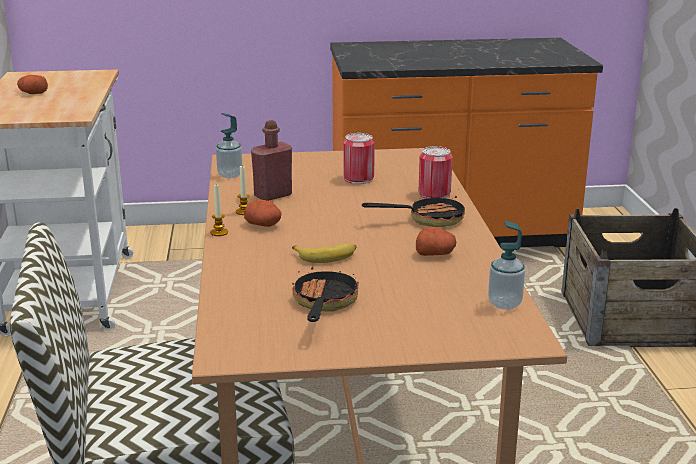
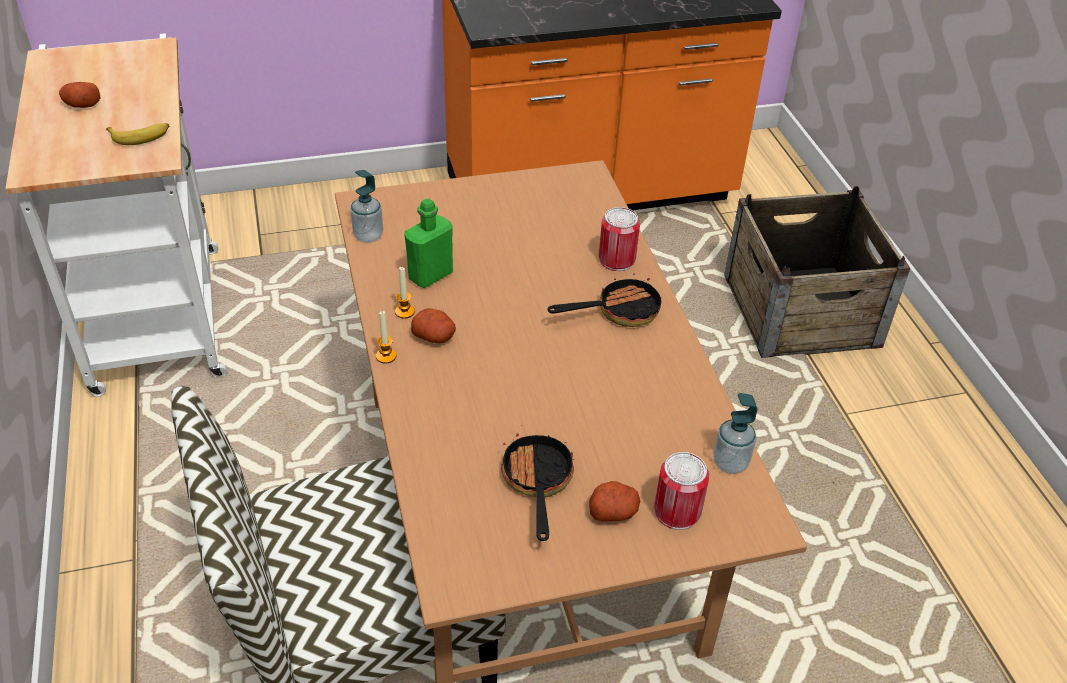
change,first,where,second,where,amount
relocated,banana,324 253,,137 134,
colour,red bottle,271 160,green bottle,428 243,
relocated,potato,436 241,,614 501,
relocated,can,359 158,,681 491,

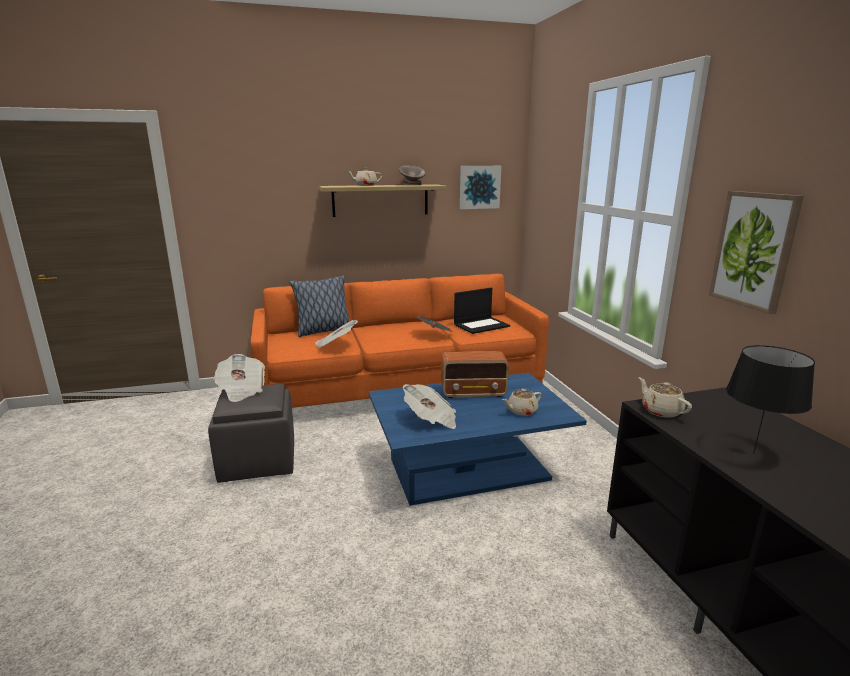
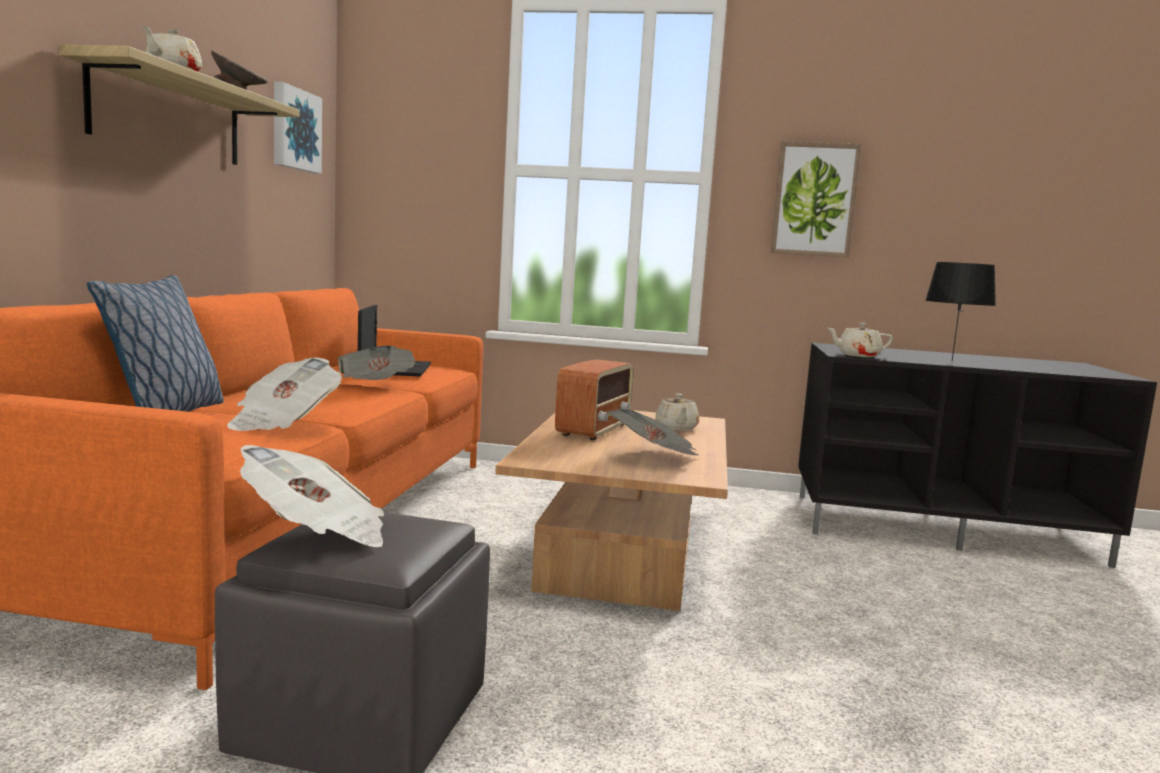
change,first,where,second,where,amount
colour,blue coffee table,478 439,brown coffee table,611 510,

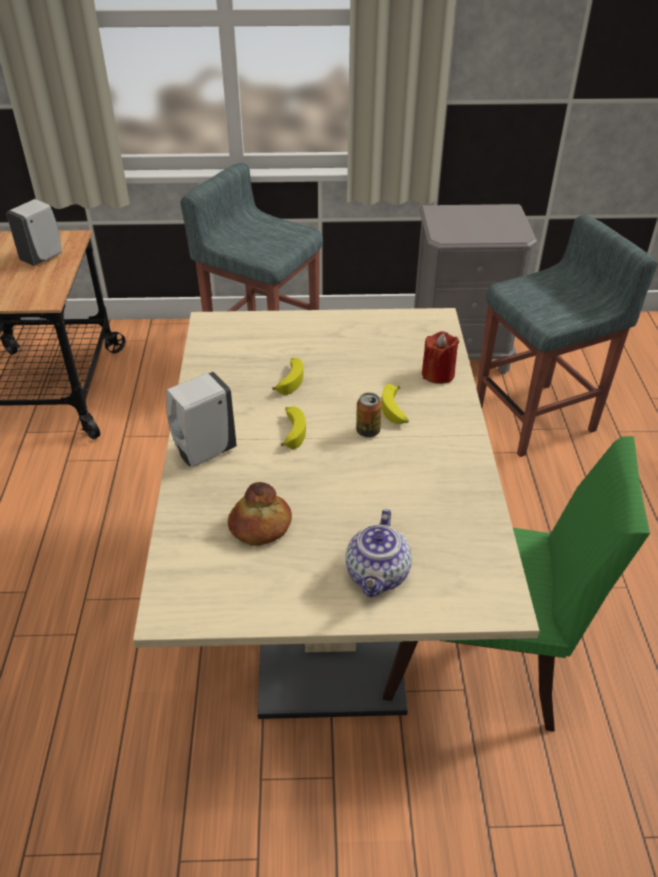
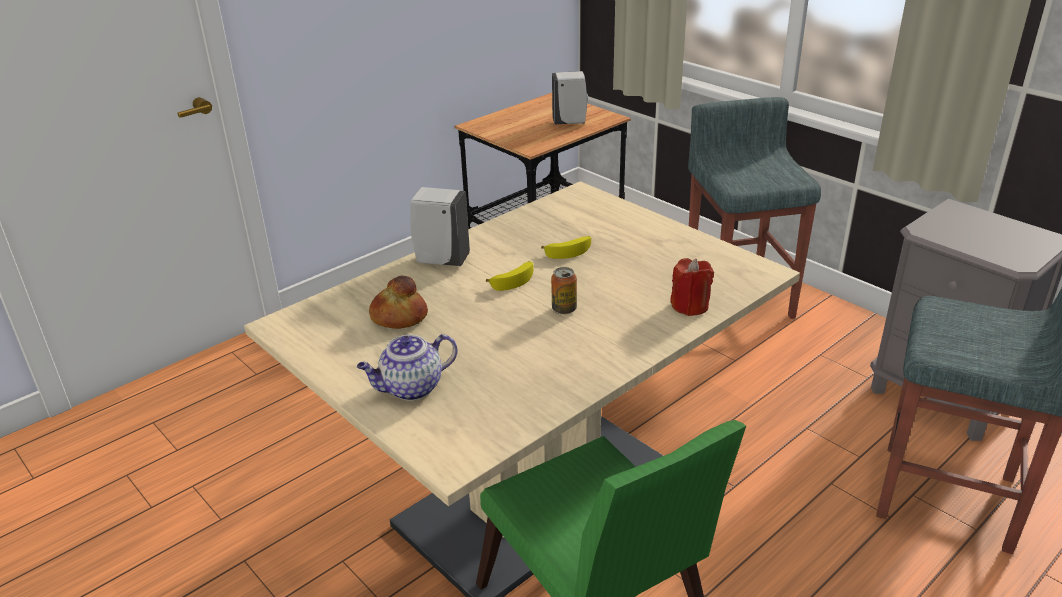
change,first,where,second,where,amount
missing,banana,395 404,,,

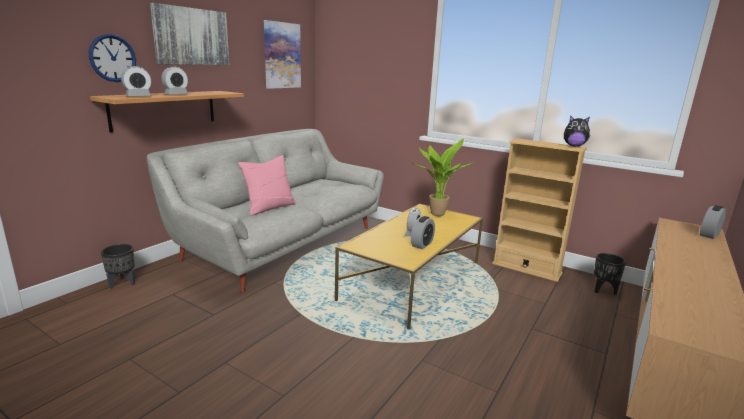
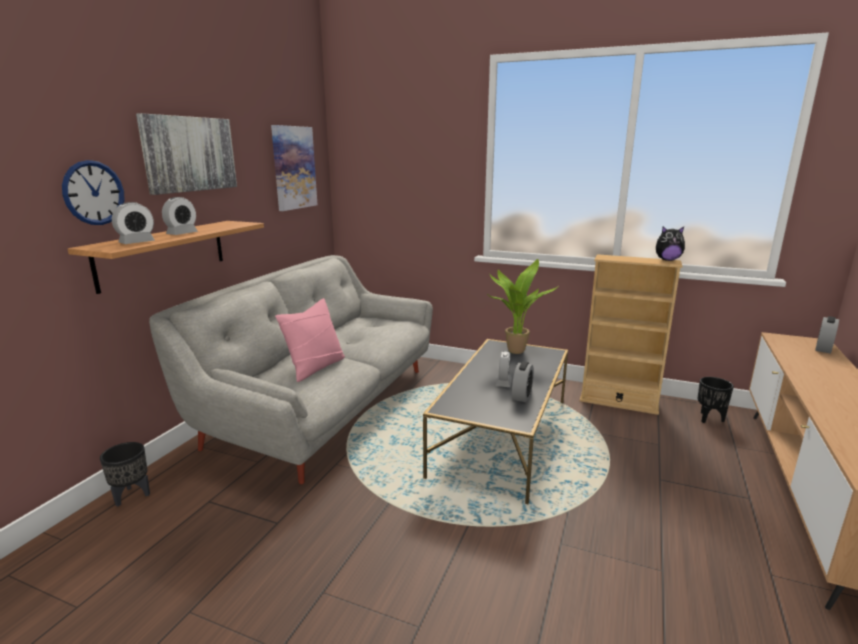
change,first,where,second,where,amount
colour,yellow coffee table,409 267,black coffee table,495 421,

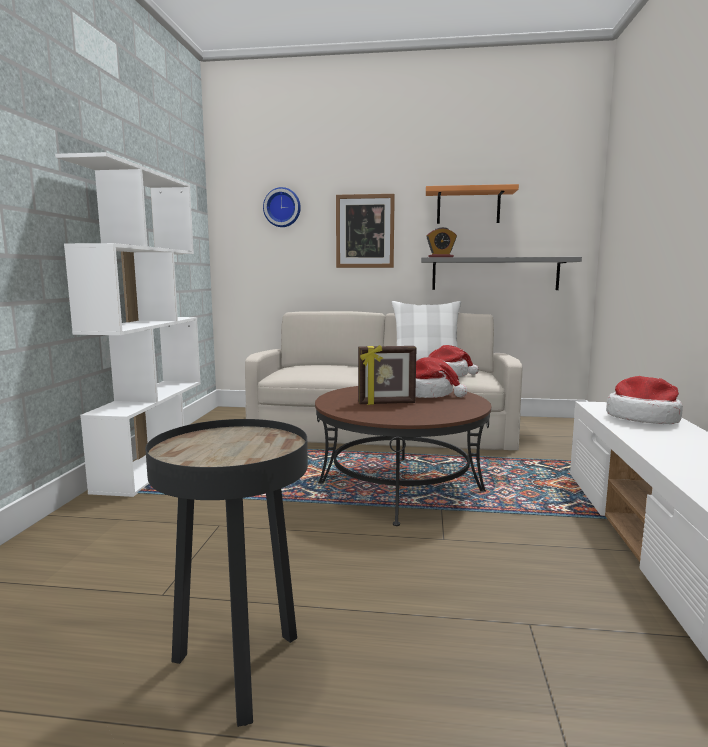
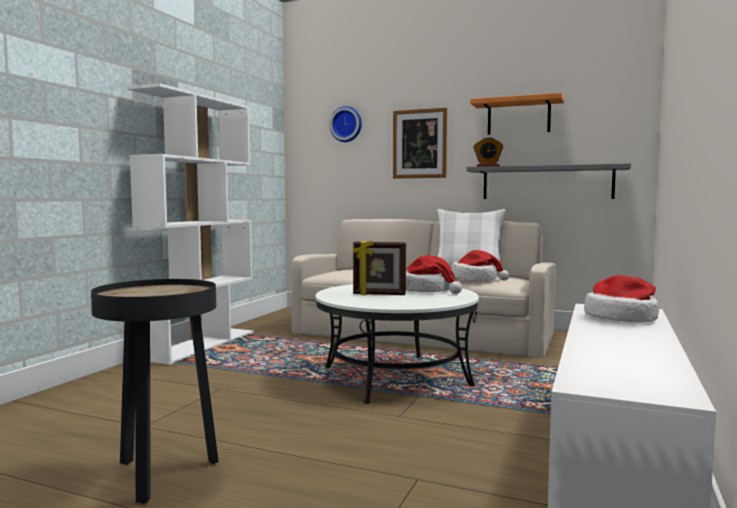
change,first,where,second,where,amount
colour,brown coffee table,403 456,white coffee table,397 343,

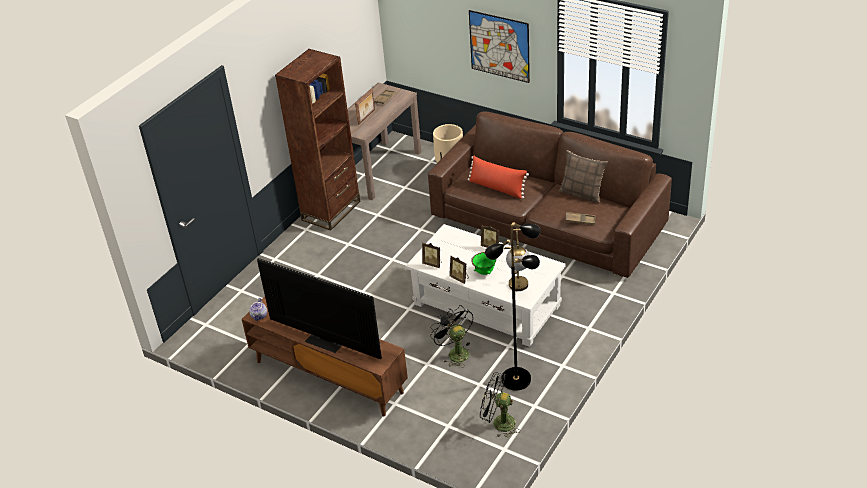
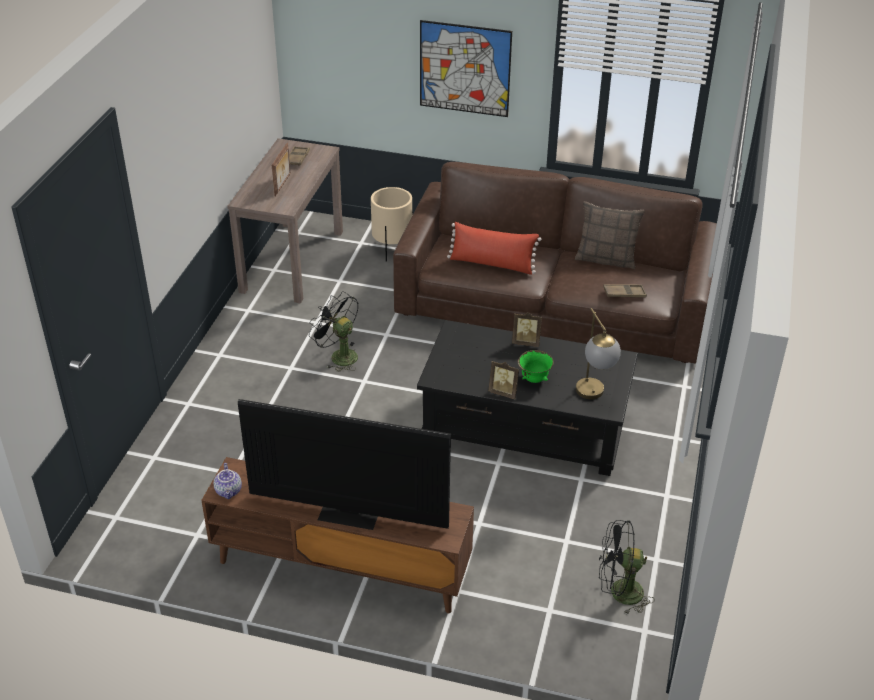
change,first,where,second,where,amount
relocated,black fan,451 336,,333 332,
colour,white coffee table,485 285,black coffee table,527 398,
missing,brown bookcase,317 140,,,
missing,picture frame,432 255,,,
missing,black floor lamp,513 306,,,

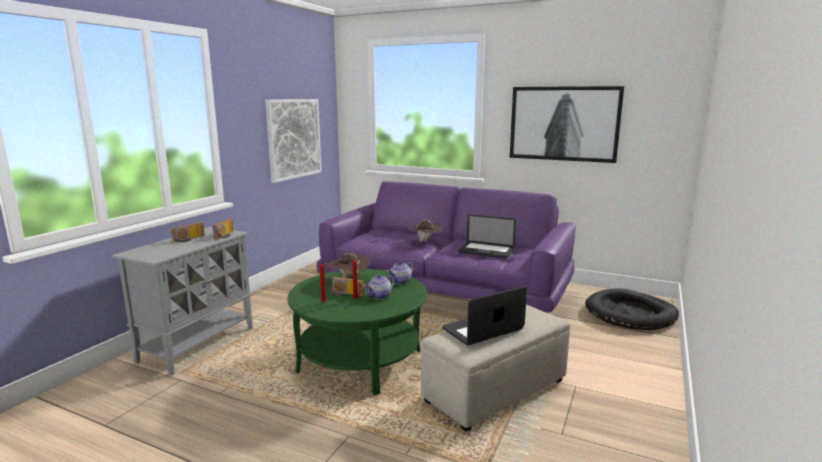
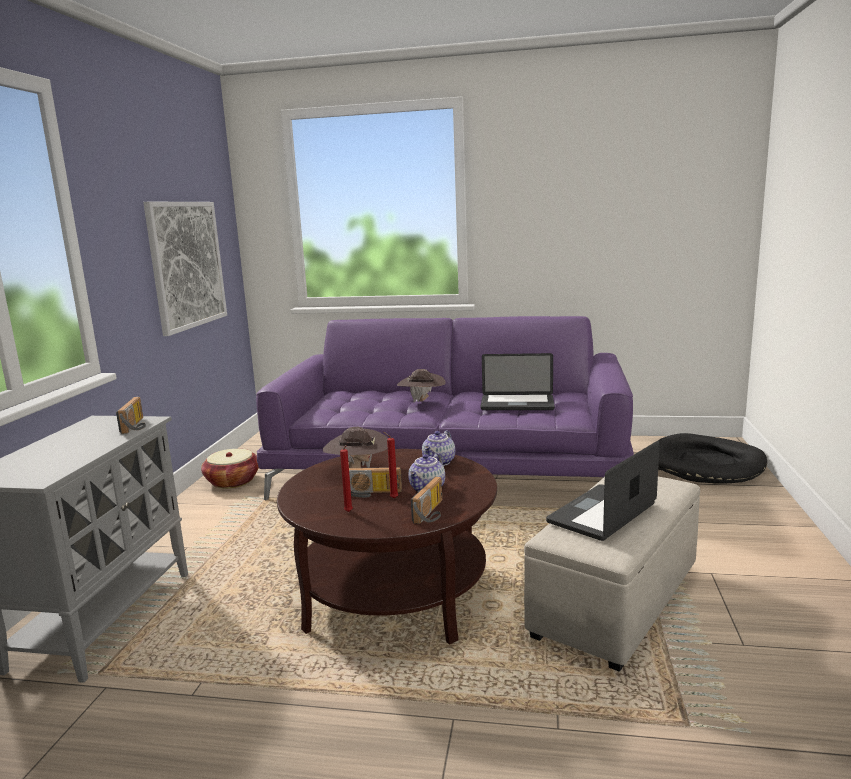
change,first,where,second,where,amount
appeared,,,basket,230 469,
colour,green coffee table,357 332,brown coffee table,387 546,
relocated,radio,188 232,,426 500,
missing,picture,567 124,,,

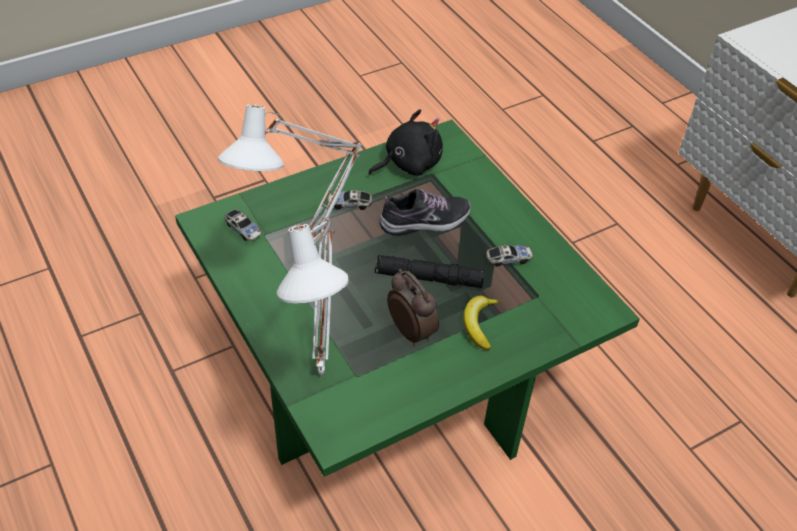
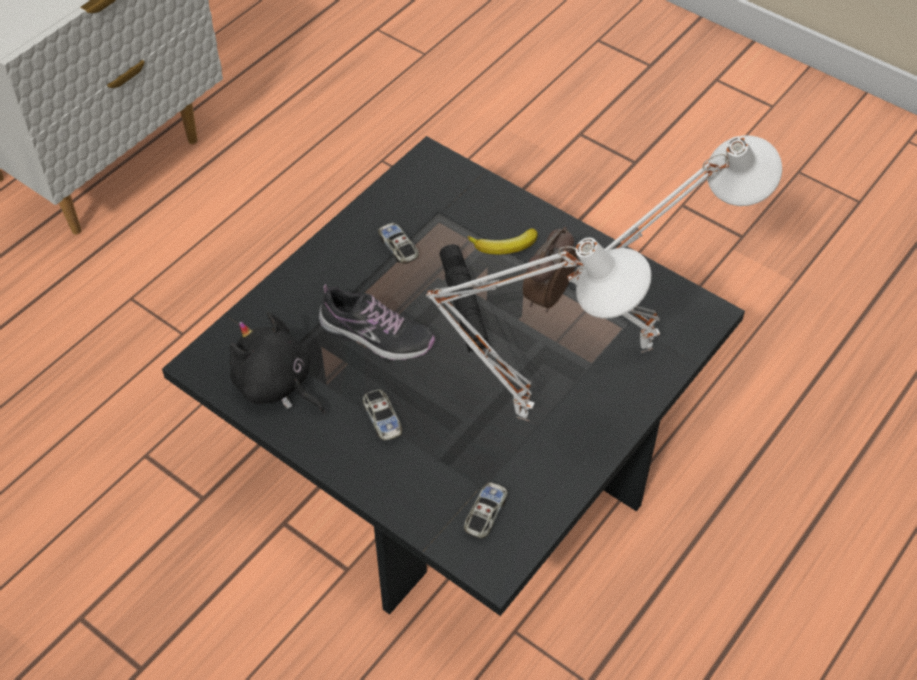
change,first,where,second,where,amount
colour,green coffee table,407 298,black coffee table,453 376,
spun,shoe,425 212,,377 322,150 degrees clockwise

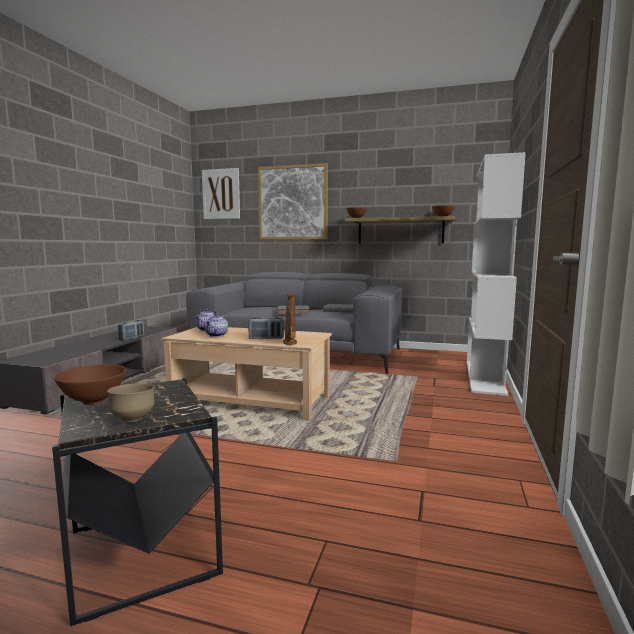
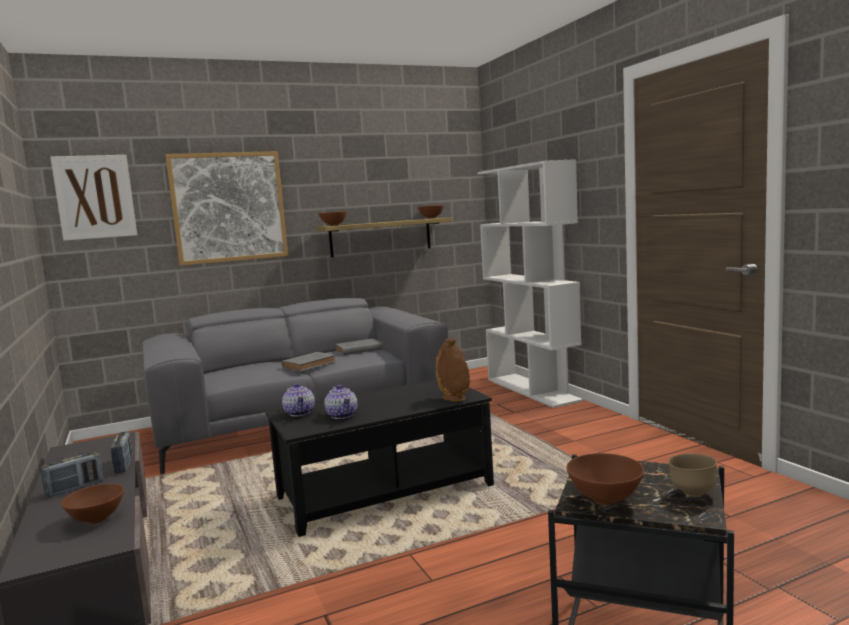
change,first,where,second,where,amount
relocated,radio,266 327,,72 474,
appeared,,,brown bowl,92 504,
colour,beige coffee table,247 374,black coffee table,379 458,

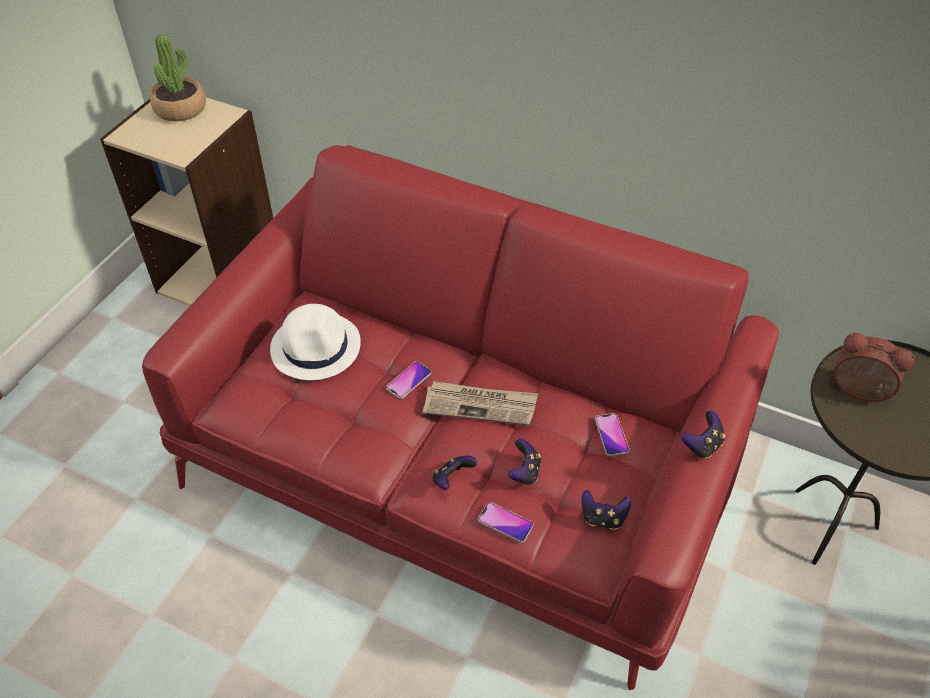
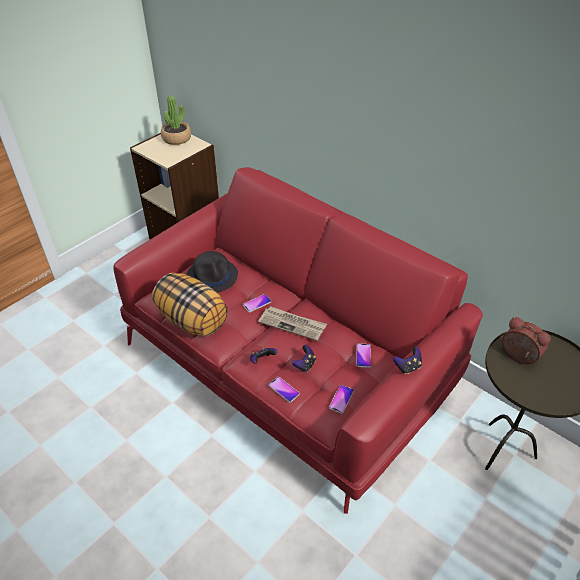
change,first,where,second,where,amount
appeared,,,pillow,190 304,
colour,white hat,315 342,black hat,212 272,
exchanged,game controller,606 510,phone,341 399,

